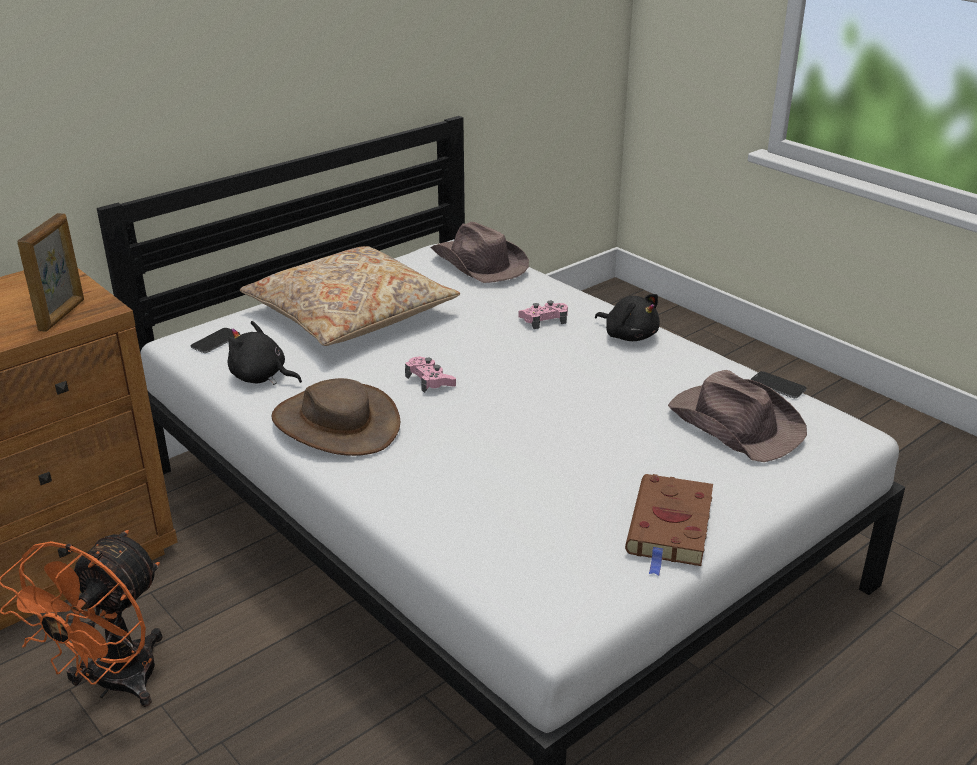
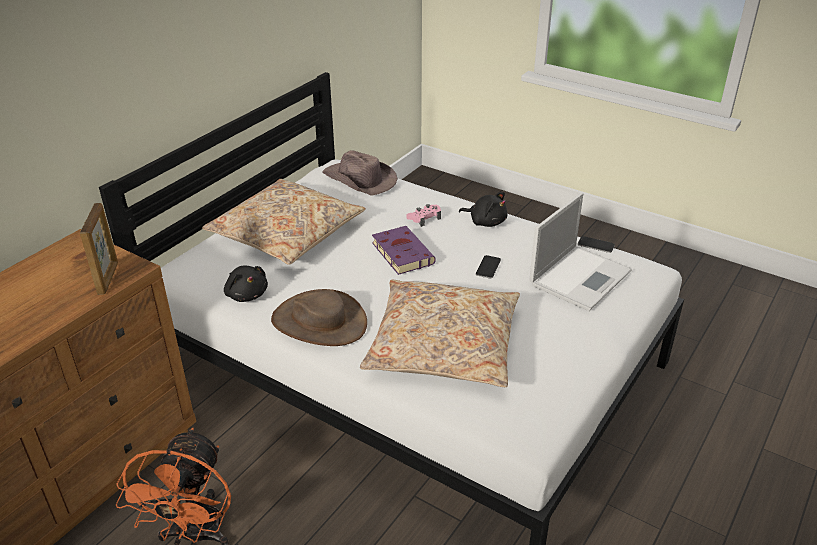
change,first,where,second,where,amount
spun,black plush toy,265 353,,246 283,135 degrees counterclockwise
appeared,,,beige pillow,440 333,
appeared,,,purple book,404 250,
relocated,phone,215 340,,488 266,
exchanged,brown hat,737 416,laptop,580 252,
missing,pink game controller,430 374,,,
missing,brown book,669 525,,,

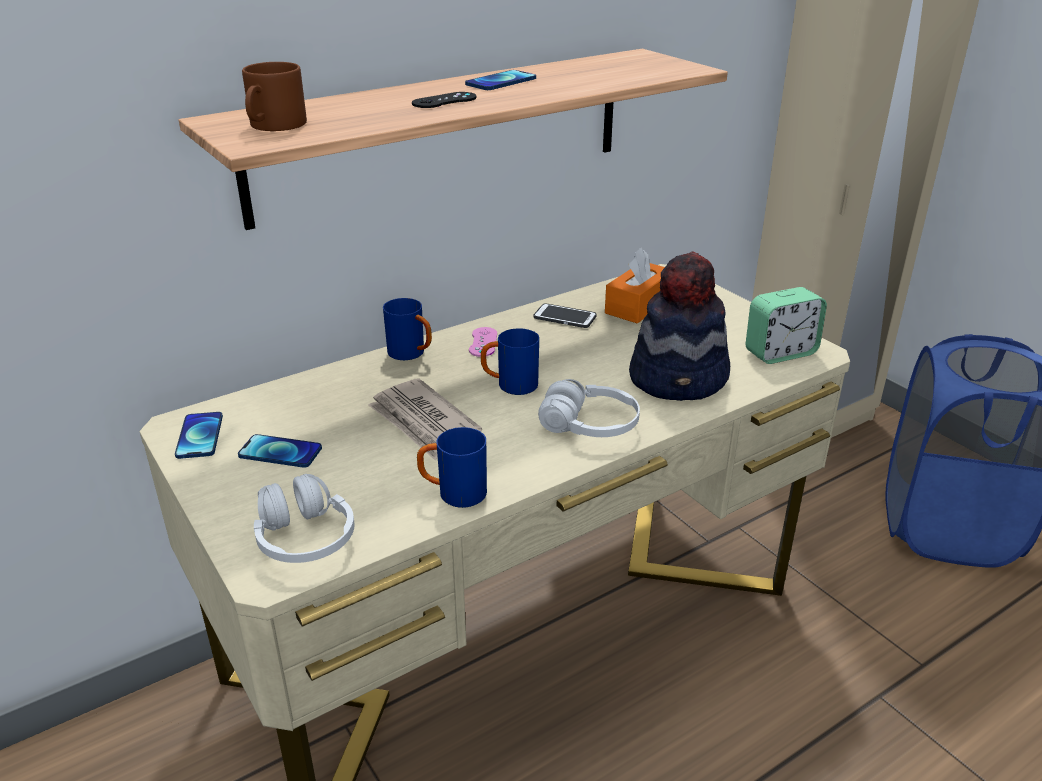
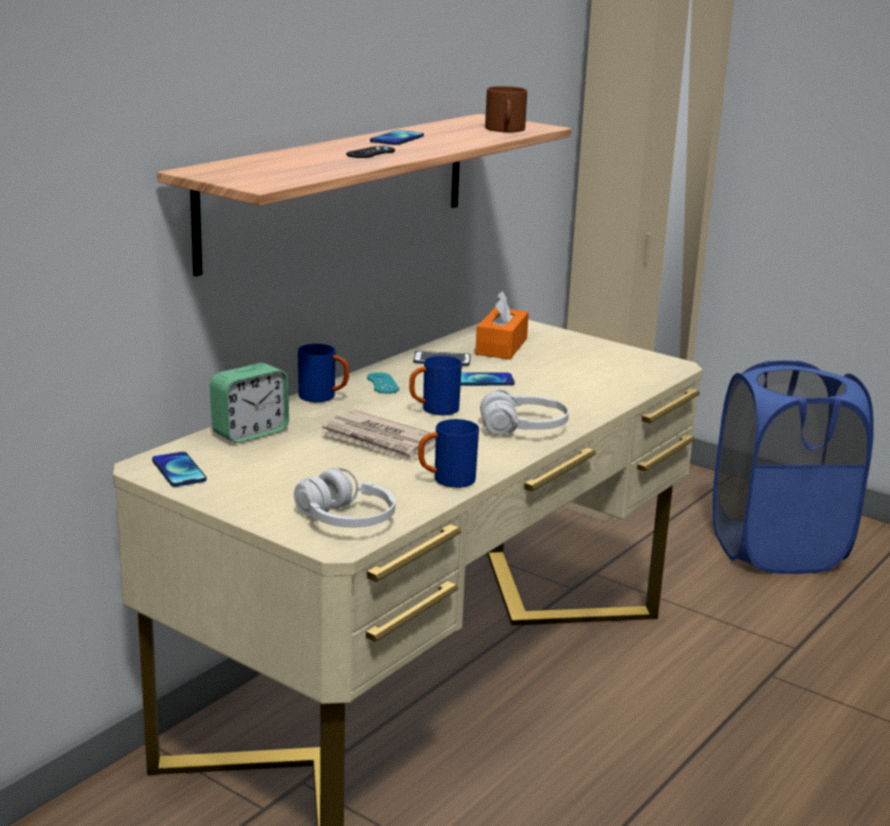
change,first,where,second,where,amount
relocated,alarm clock,786 325,,249 403,
colour,pink game controller,483 342,turquoise game controller,383 383,
relocated,phone,280 451,,488 379,
relocated,brown mug,274 96,,506 109,
missing,hat,679 326,,,

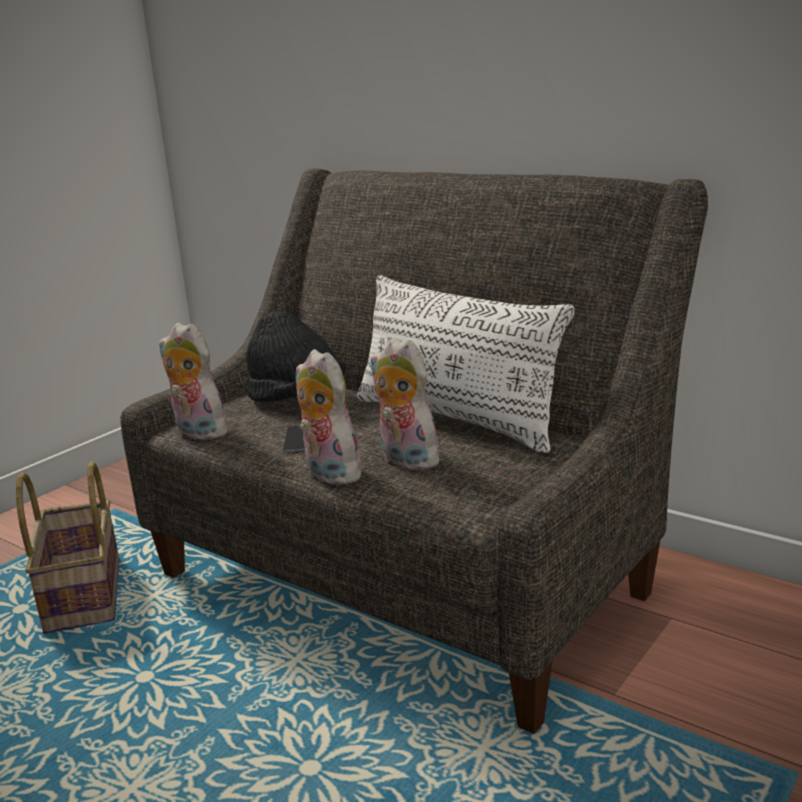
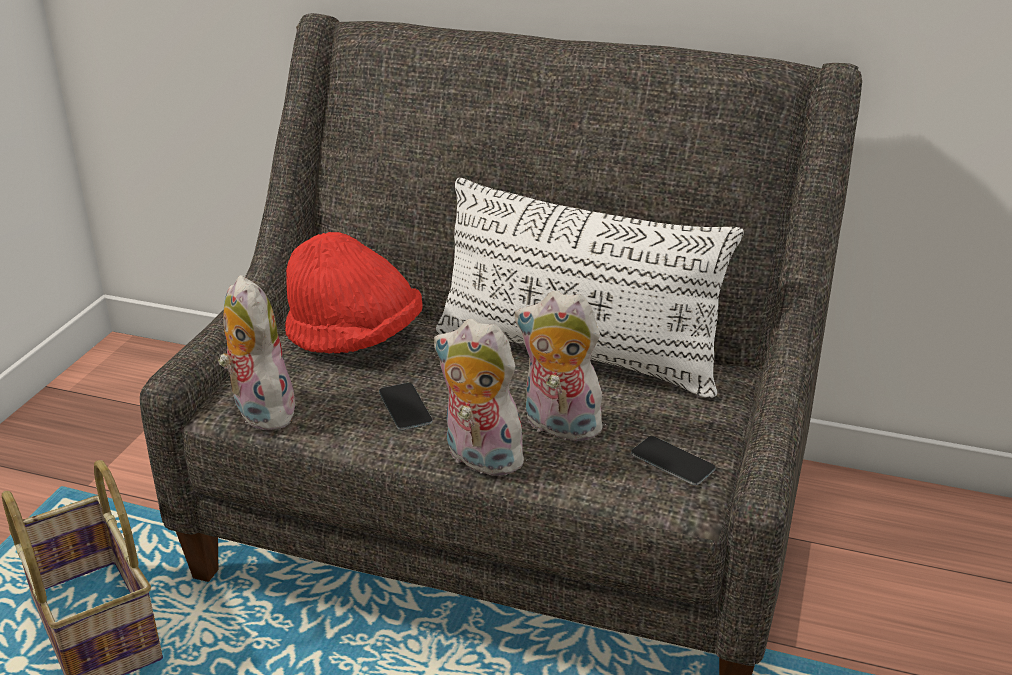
change,first,where,second,where,amount
spun,plush toy,193 381,,256 352,45 degrees clockwise
colour,black hat,296 356,red hat,354 292,
appeared,,,phone,673 460,

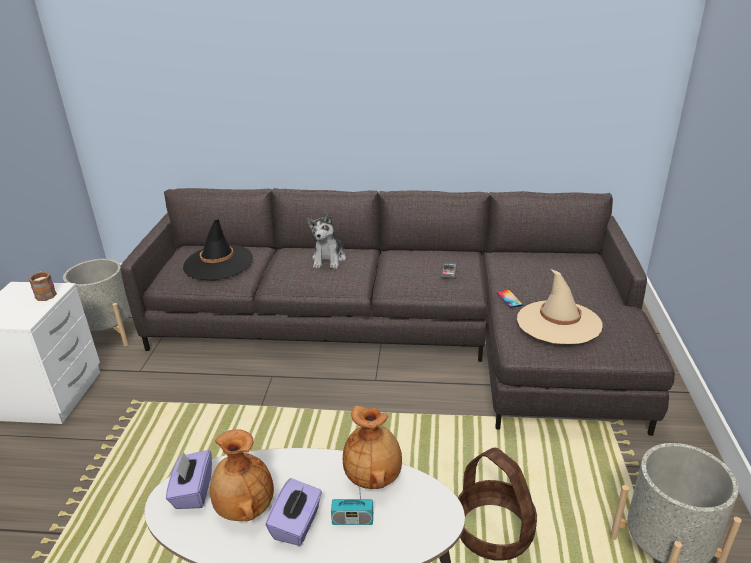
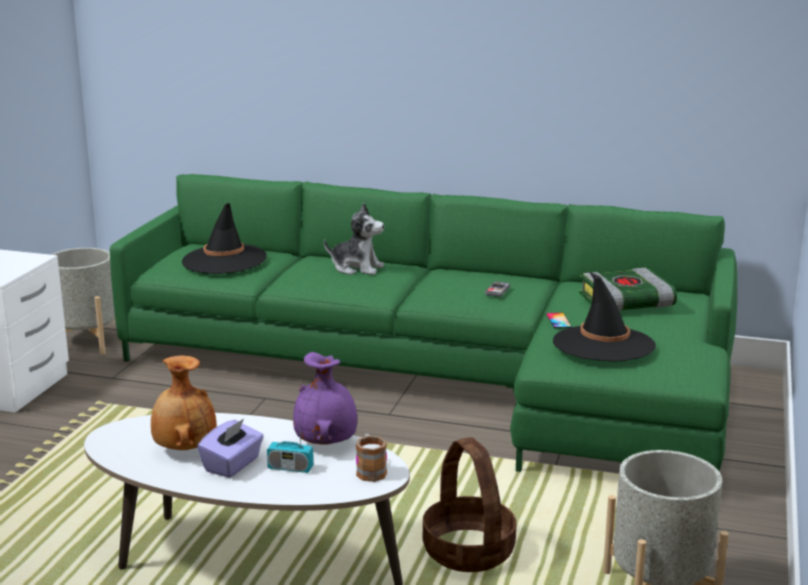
change,first,where,second,where,amount
colour,grey sofa,397 312,green sofa,424 323,
colour,brown vase,372 447,purple vase,325 398,
spun,plush toy,326 240,,354 239,90 degrees counterclockwise
relocated,mug,42 286,,371 457,
colour,beige hat,560 306,black hat,604 316,
appeared,,,book,628 289,
missing,purple tissue box,189 479,,,

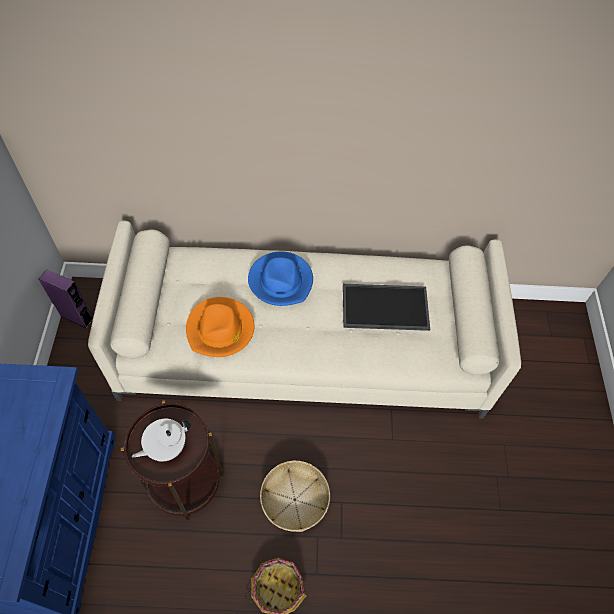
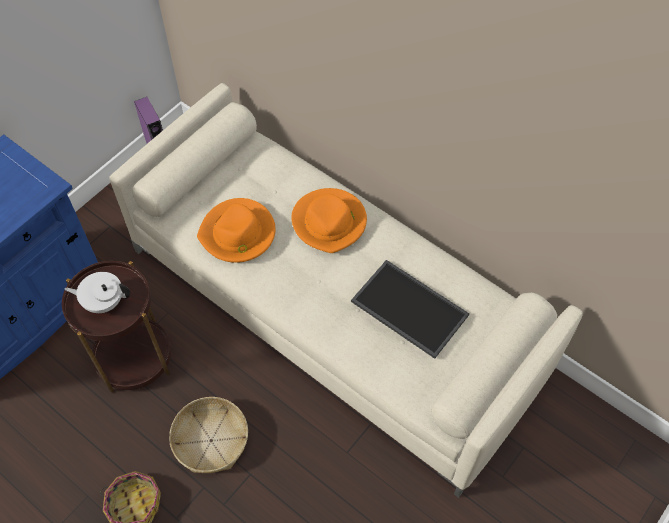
change,first,where,second,where,amount
colour,blue hat,280 278,orange hat,329 220,

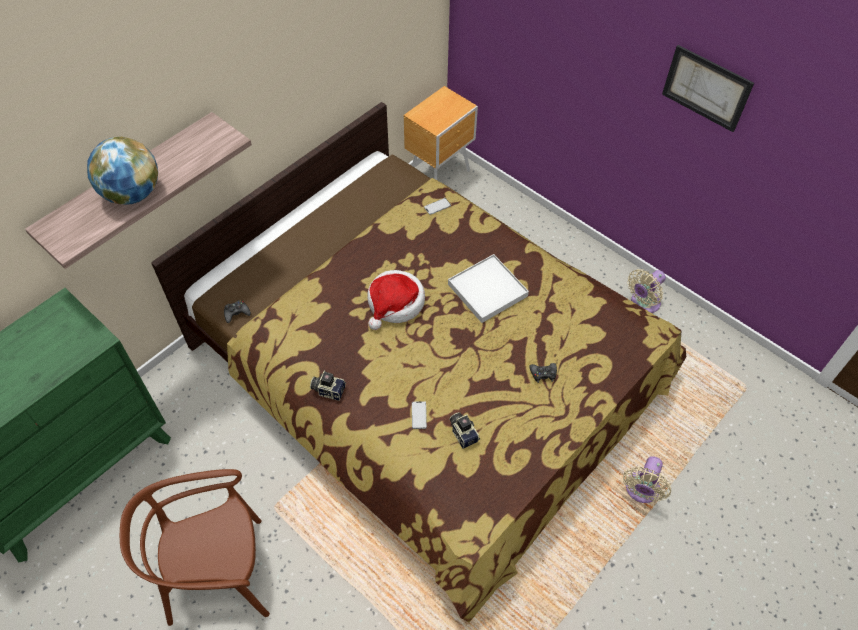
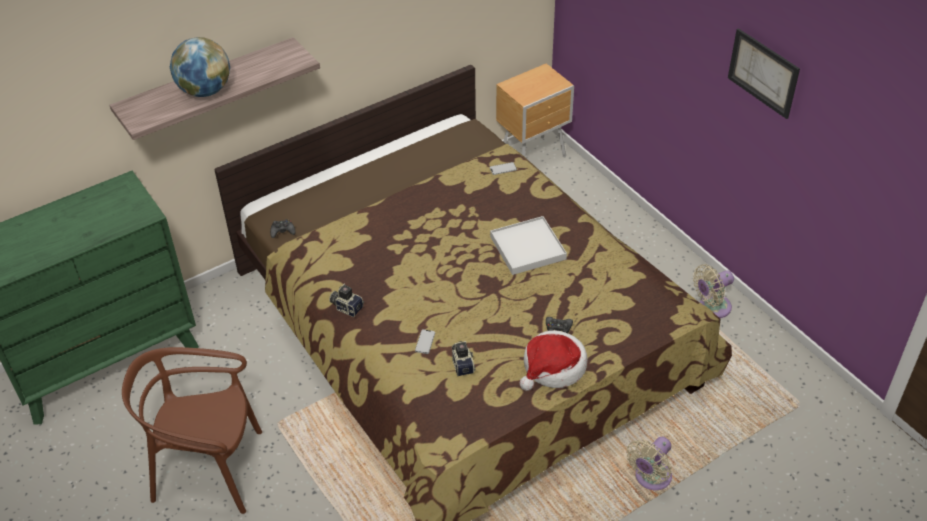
change,first,where,second,where,amount
relocated,hat,396 300,,554 360,

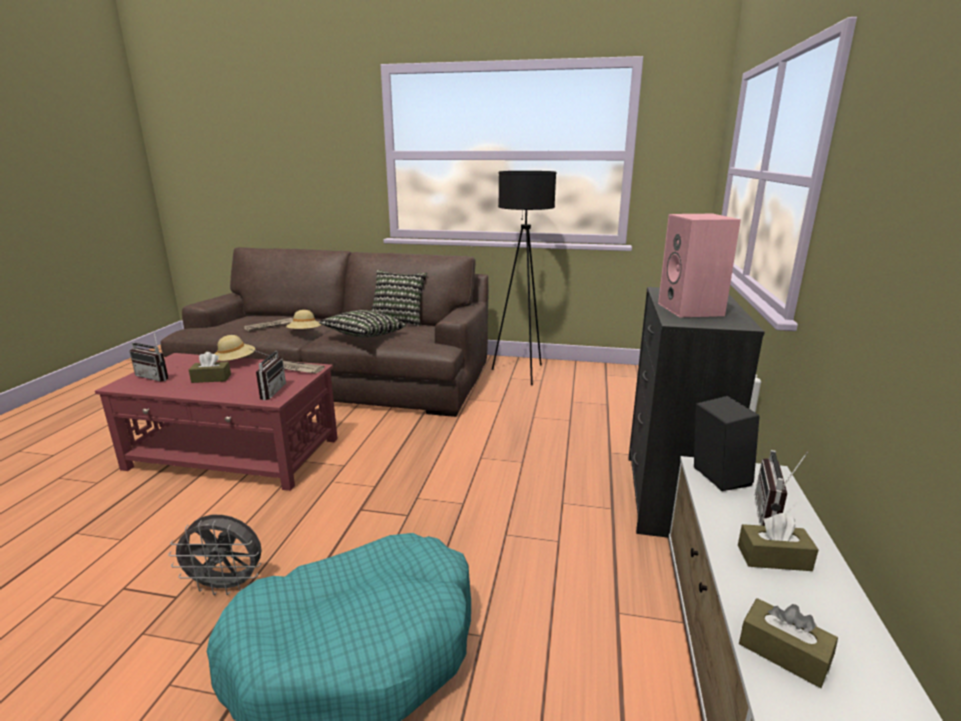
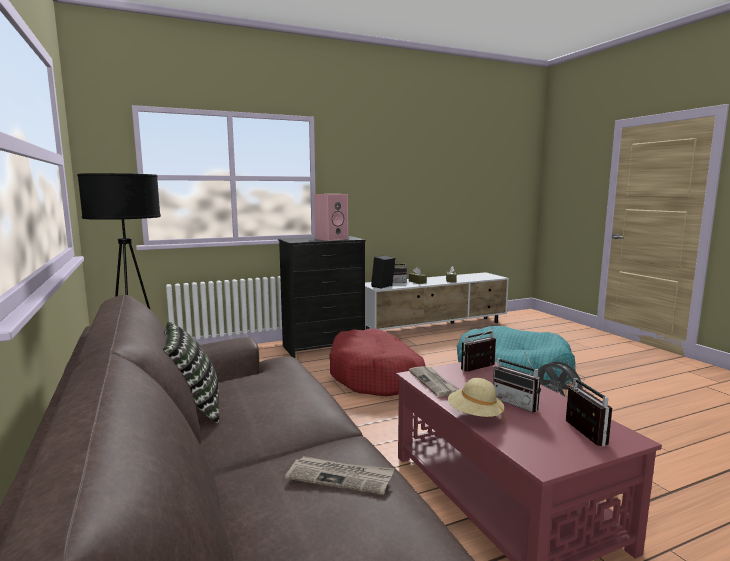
change,first,where,second,where,amount
appeared,,,red dog bed,377 363,
exchanged,brown tissue box,210 367,radio,517 380,
missing,beige hat,304 319,,,
missing,pillow,362 323,,,

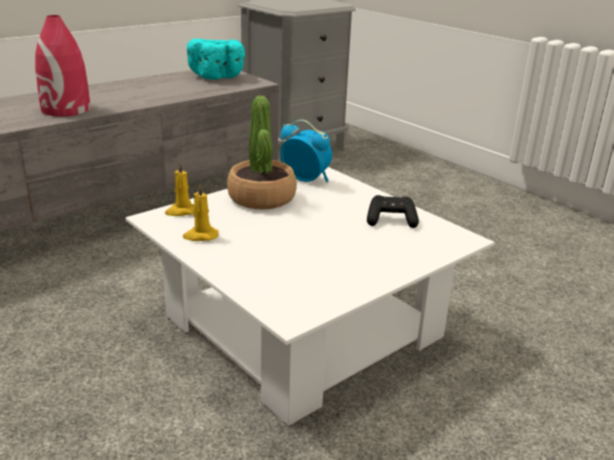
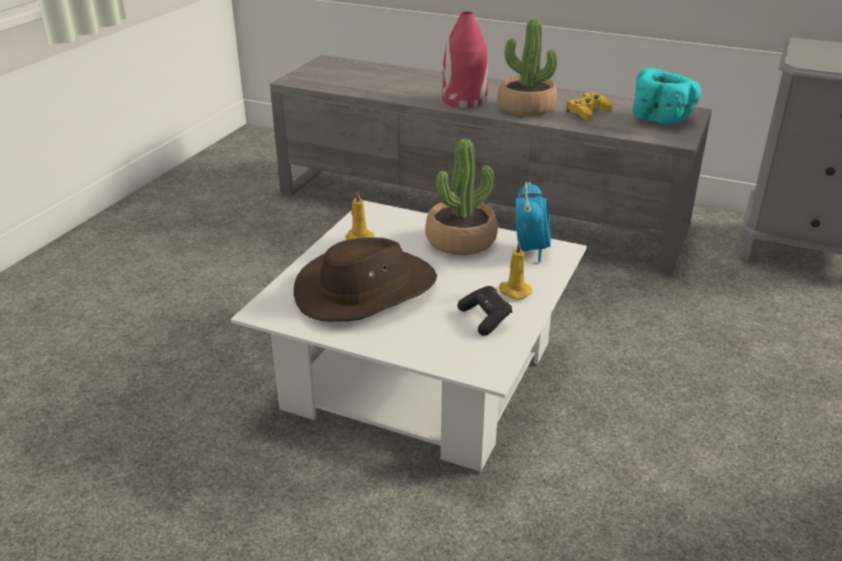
change,first,where,second,where,amount
appeared,,,brown hat,365 279,
appeared,,,potted plant,527 68,
relocated,yellow candle,179 189,,515 270,
appeared,,,yellow game controller,589 107,

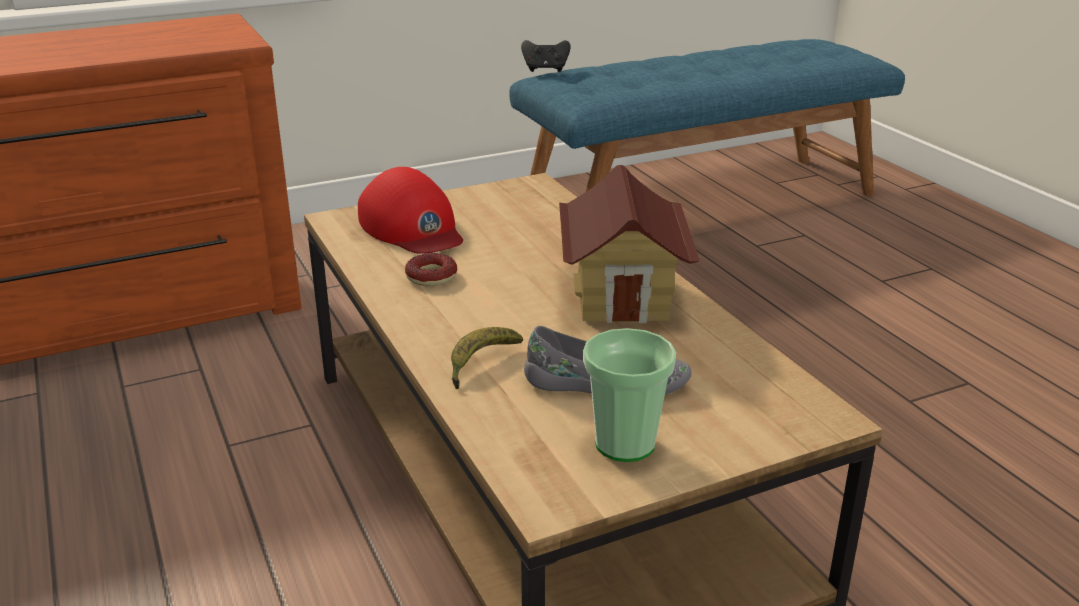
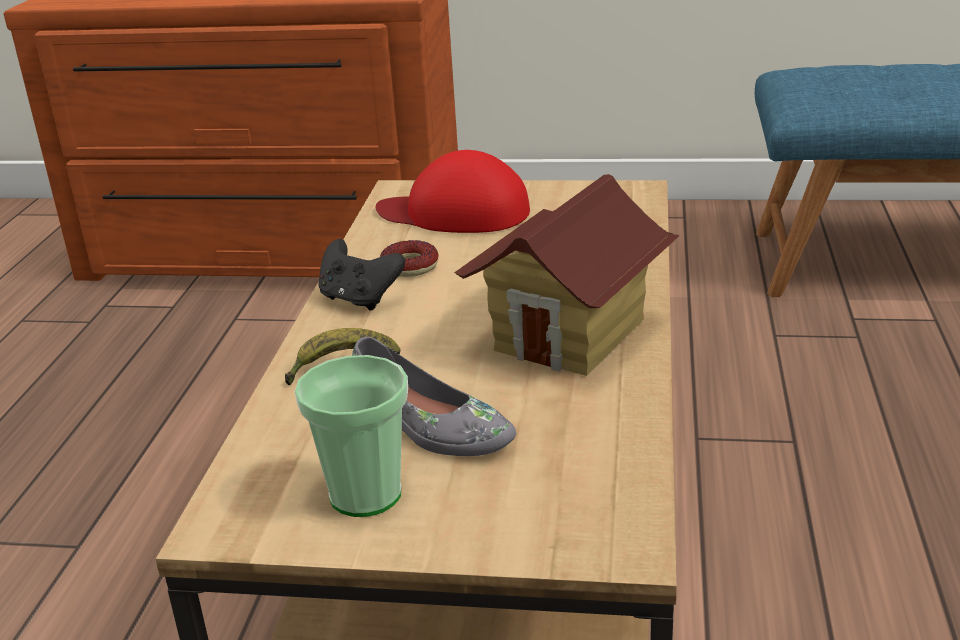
change,first,where,second,where,amount
relocated,black game controller,546 56,,361 274,
spun,red cap,410 210,,453 191,105 degrees clockwise

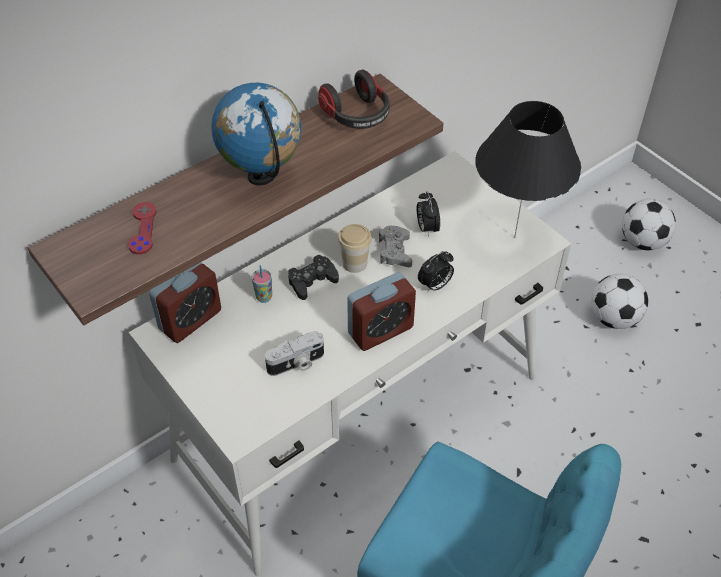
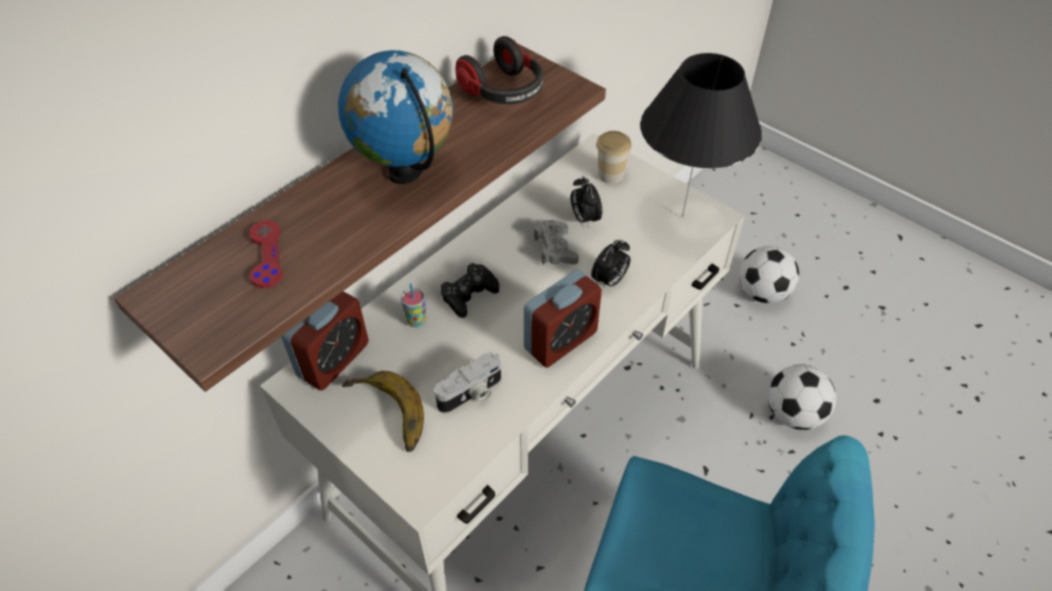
change,first,where,second,where,amount
appeared,,,banana,383 411,
relocated,cup,355 248,,614 157,
relocated,football,649 224,,802 397,

